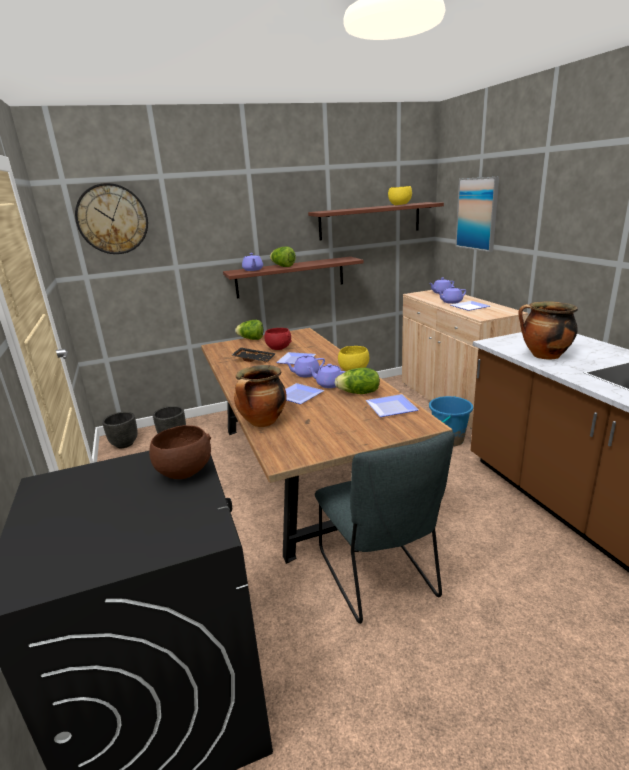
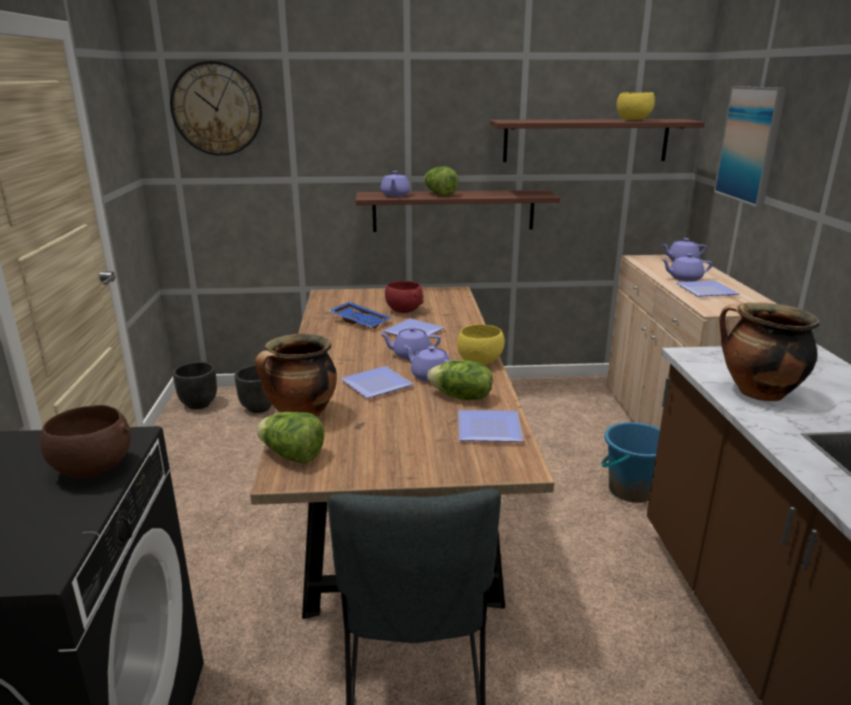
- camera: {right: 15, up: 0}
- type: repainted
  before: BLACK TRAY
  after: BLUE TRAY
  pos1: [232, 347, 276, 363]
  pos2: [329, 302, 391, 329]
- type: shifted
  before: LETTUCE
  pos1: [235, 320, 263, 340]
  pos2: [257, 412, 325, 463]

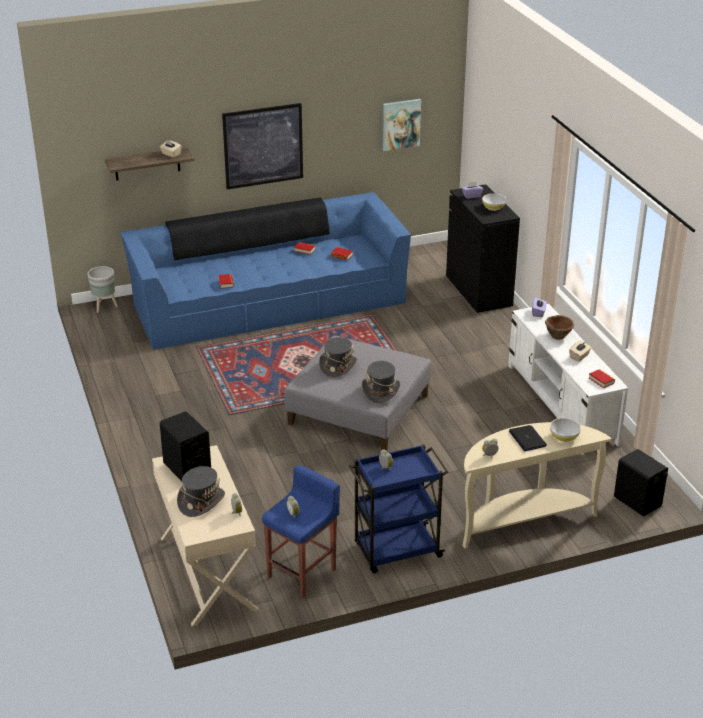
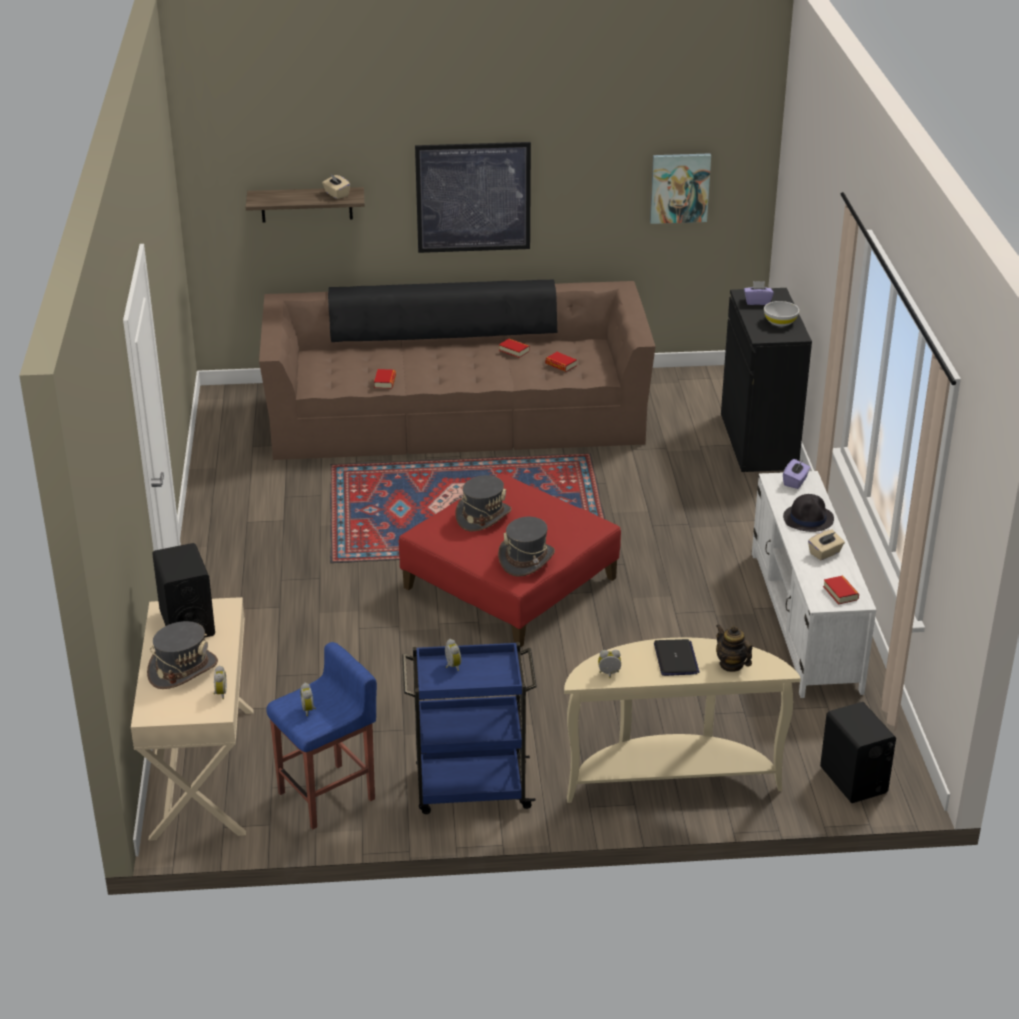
- camera: {right: 15, up: 0}
- type: gone
  before: GREY PLANTER
  pos1: [87, 266, 118, 313]
- type: repainted
  before: BLUE SOFA
  after: BROWN SOFA
  pos1: [120, 192, 411, 350]
  pos2: [259, 280, 656, 460]
- type: repainted
  before: GREY OTTOMAN
  after: RED OTTOMAN
  pos1: [284, 336, 431, 451]
  pos2: [399, 474, 621, 648]
- type: swapped
  before: BROWN BOWL
  after: BLACK HAT
  pos1: [545, 315, 574, 340]
  pos2: [783, 494, 834, 532]
- type: swapped
  before: WHITE BOWL
  after: TEAPOT
  pos1: [550, 418, 581, 442]
  pos2: [716, 624, 752, 672]

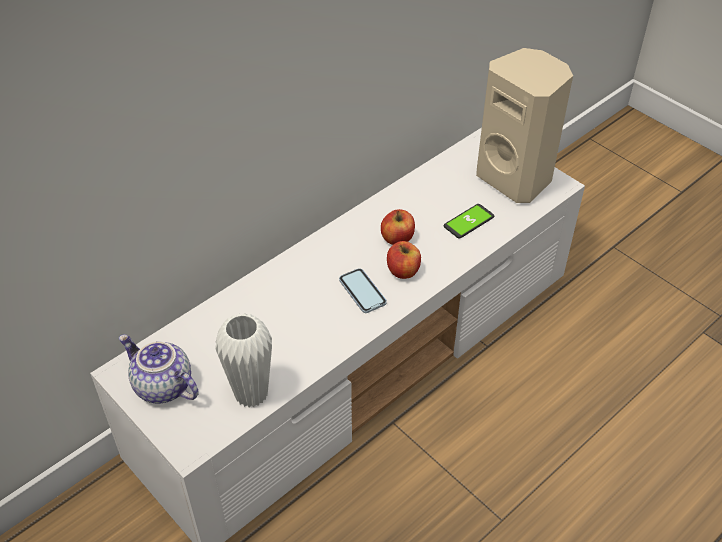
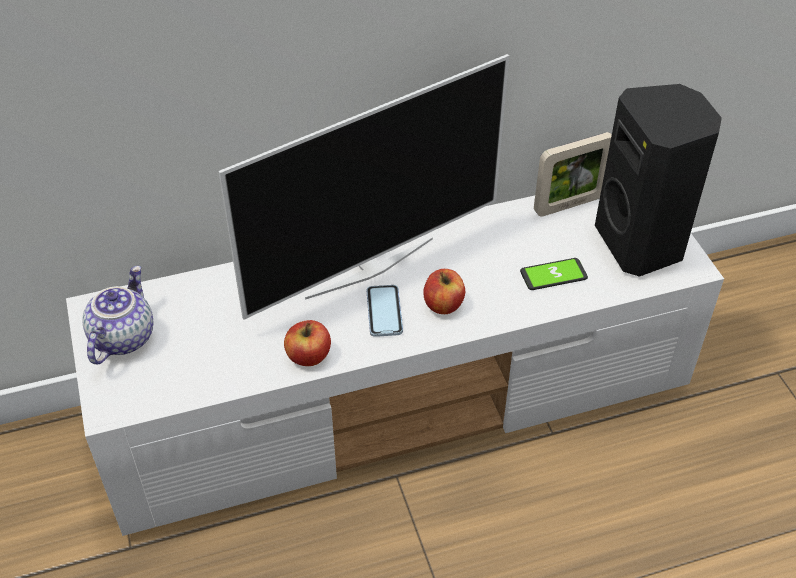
- camera: {right: 25, up: 0}
- type: rotated
  before: TEAPOT
  pos1: [119, 334, 199, 404]
  pos2: [82, 266, 153, 364]
  turn: 45
- type: gone
  before: WHITE VASE
  pos1: [215, 313, 272, 407]
- type: shifted
  before: APPLE
  pos1: [381, 209, 415, 245]
  pos2: [284, 320, 331, 366]
- type: repainted
  before: BEIGE SPEAKER
  after: BLACK SPEAKER
  pos1: [476, 48, 573, 203]
  pos2: [595, 84, 722, 277]
- type: new
  after: TELEVISION
  pos2: [218, 54, 509, 320]
- type: new
  after: PICTURE FRAME
  pos2: [534, 132, 612, 217]

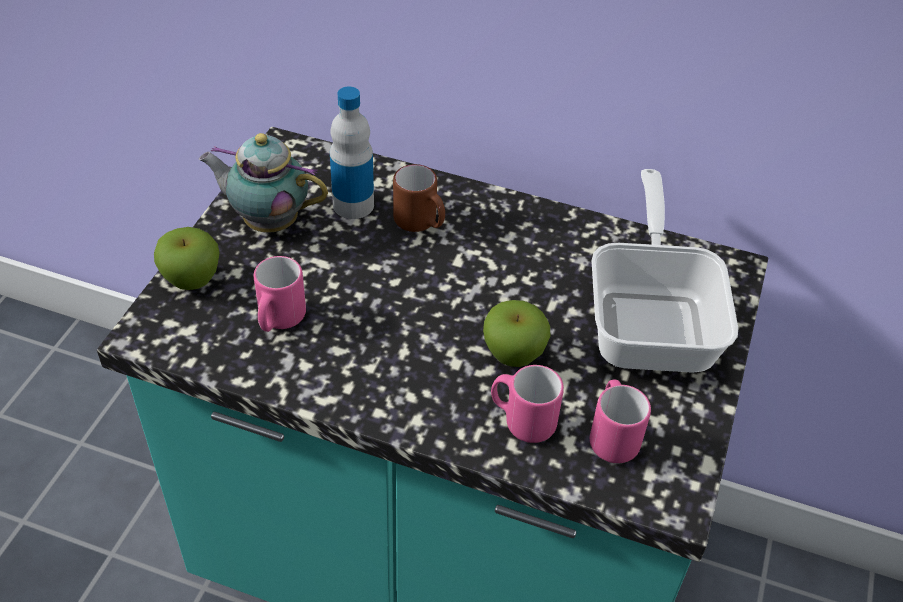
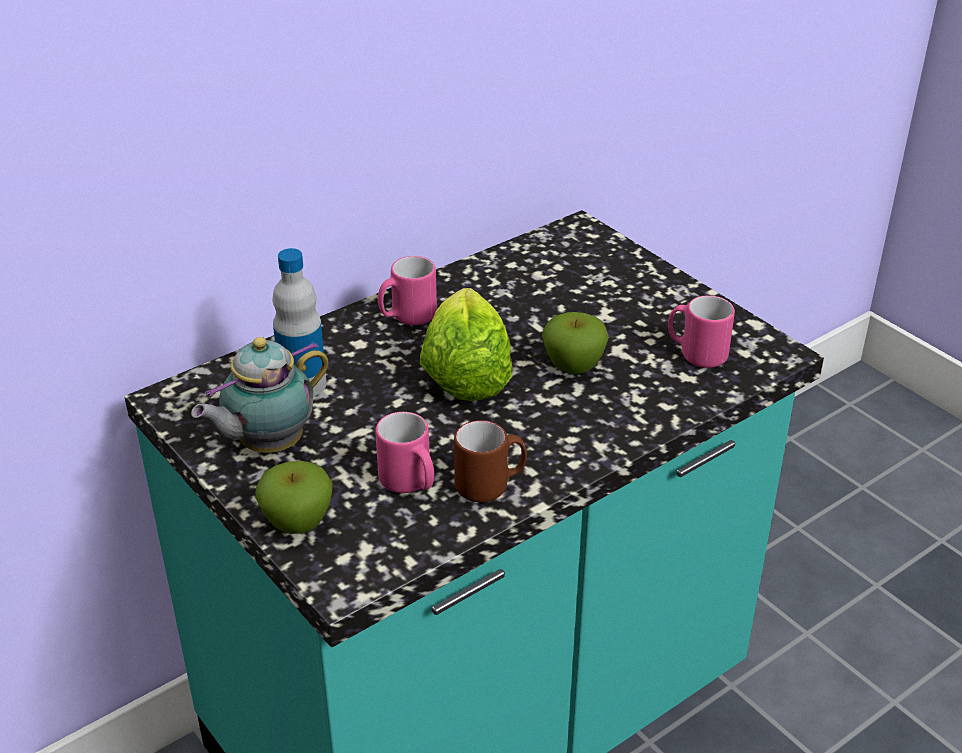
- camera: {right: -55, up: -10}
- type: shifted
  before: BROWN MUG
  pos1: [393, 164, 445, 232]
  pos2: [454, 420, 527, 502]
- type: shifted
  before: PINK MUG
  pos1: [491, 365, 564, 443]
  pos2: [378, 256, 437, 325]
- type: gone
  before: FRYING PAN
  pos1: [592, 169, 738, 373]
- type: new
  after: LETTUCE
  pos2: [420, 288, 513, 401]

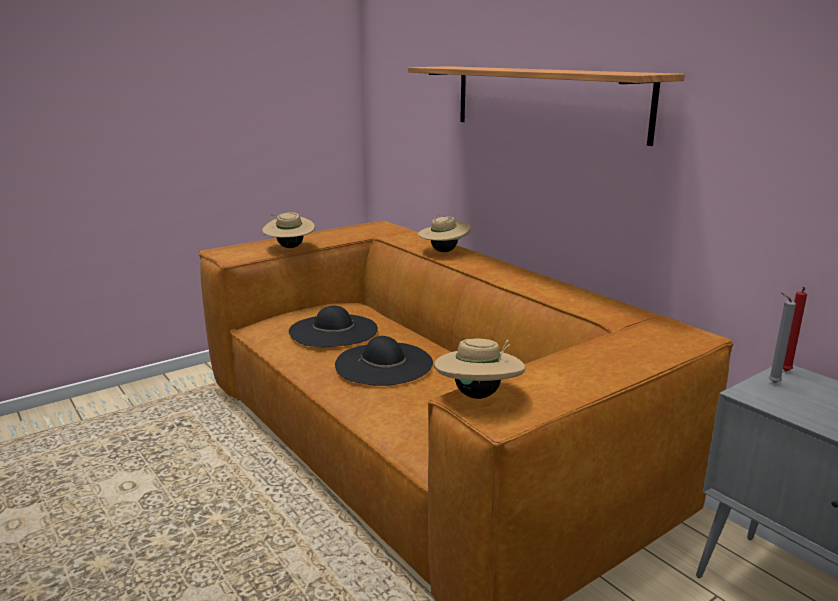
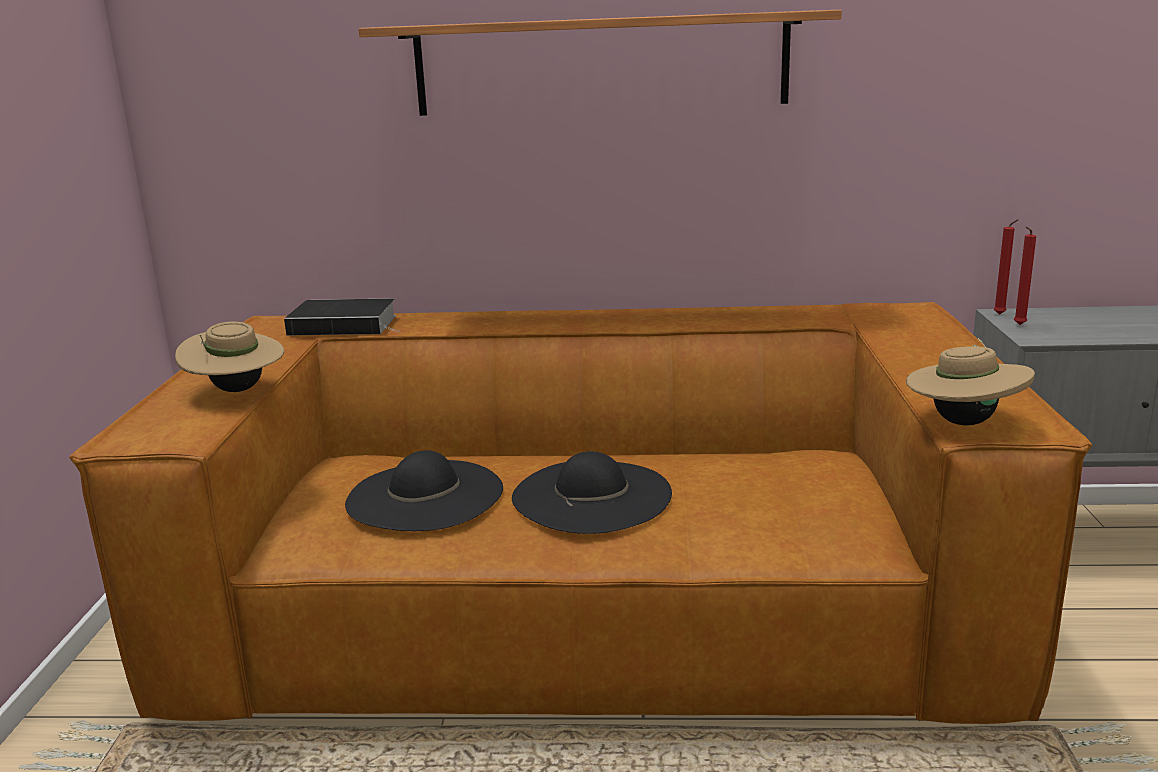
- camera: {right: -50, up: 0}
- type: gone
  before: BEIGE HAT
  pos1: [418, 214, 471, 252]
- type: repainted
  before: GREY CANDLE
  after: RED CANDLE
  pos1: [769, 292, 796, 383]
  pos2: [1014, 227, 1036, 325]
- type: new
  after: BOOK
  pos2: [284, 298, 399, 336]

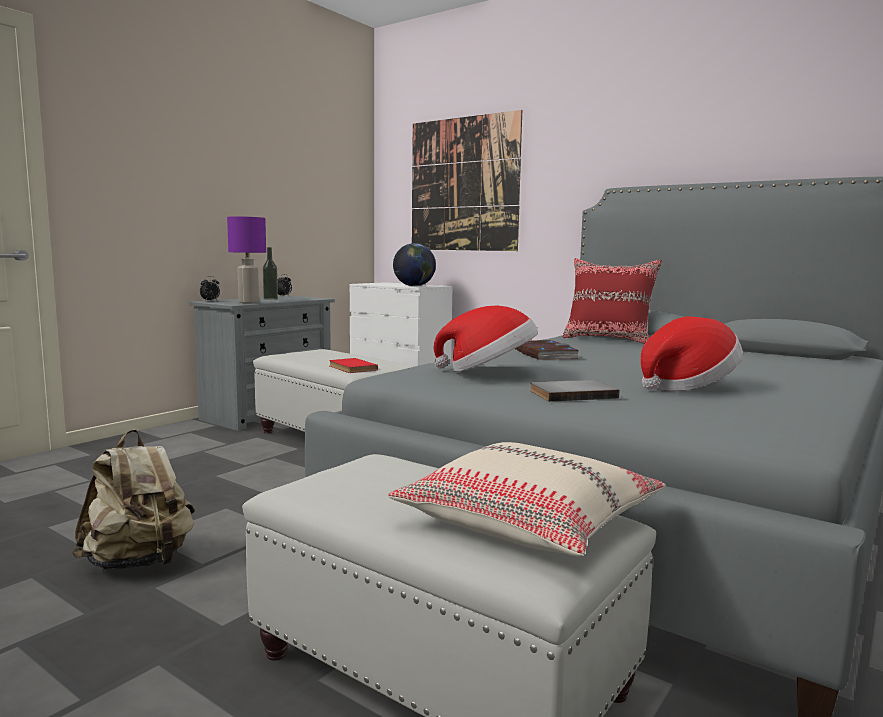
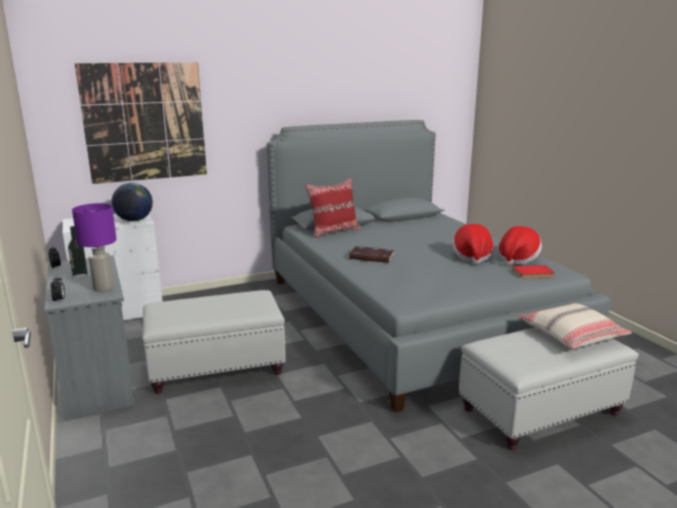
- camera: {right: -60, up: 10}
- type: gone
  before: BEIGE BACKPACK
  pos1: [72, 429, 195, 570]
- type: shifted
  before: RED BOOK
  pos1: [329, 358, 378, 373]
  pos2: [512, 265, 555, 278]
- type: shifted
  before: HAT
  pos1: [434, 306, 538, 372]
  pos2: [498, 226, 542, 266]
- type: gone
  before: GREY BOOK
  pos1: [530, 380, 619, 402]

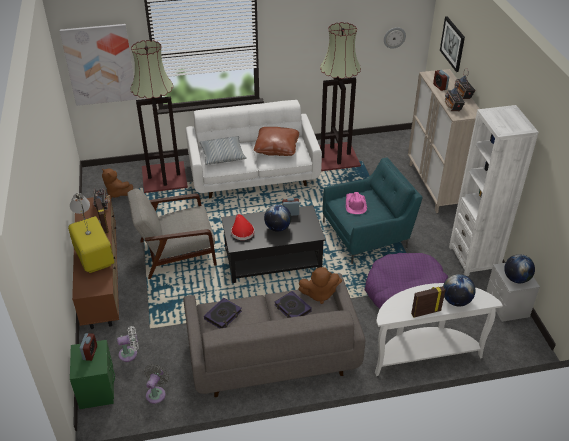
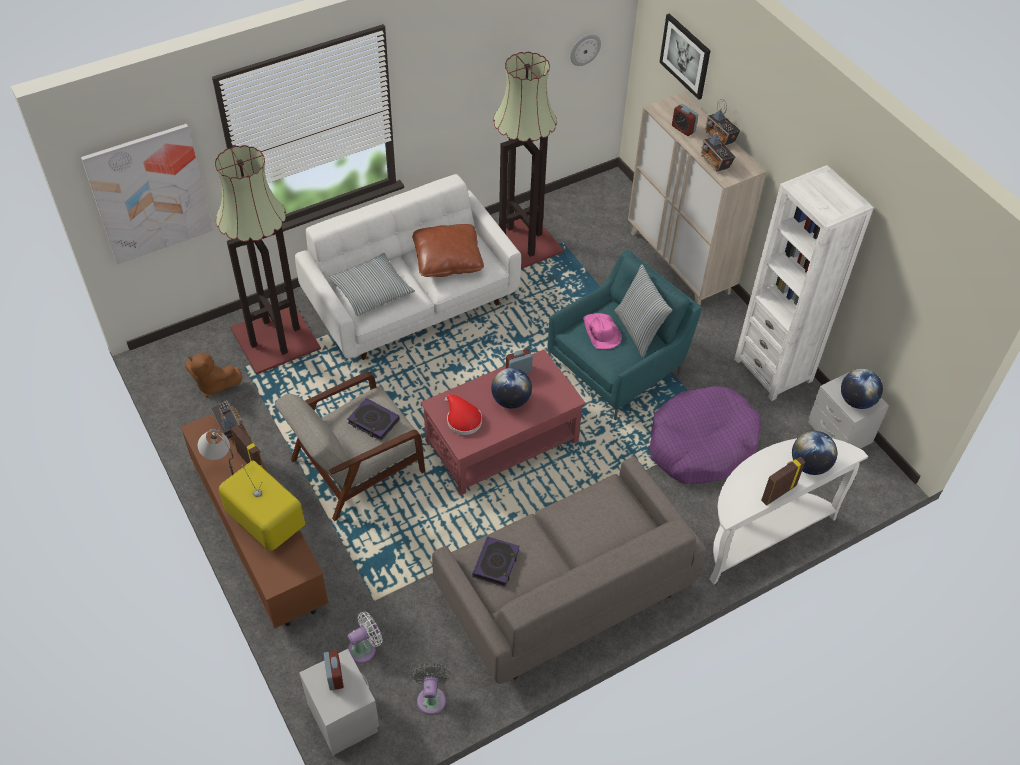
- camera: {right: -20, up: 10}
- type: repainted
  before: GREEN NIGHTSTAND
  after: GREY NIGHTSTAND
  pos1: [70, 340, 115, 409]
  pos2: [299, 649, 379, 755]
- type: repainted
  before: BLACK COFFEE TABLE
  after: RED COFFEE TABLE
  pos1: [221, 205, 325, 283]
  pos2: [420, 349, 586, 495]
- type: shifted
  before: BOOK
  pos1: [274, 291, 312, 318]
  pos2: [348, 398, 400, 441]
- type: gone
  before: BROWN PLUSH TOY
  pos1: [298, 267, 342, 304]
- type: new
  after: PILLOW
  pos2: [615, 264, 672, 358]

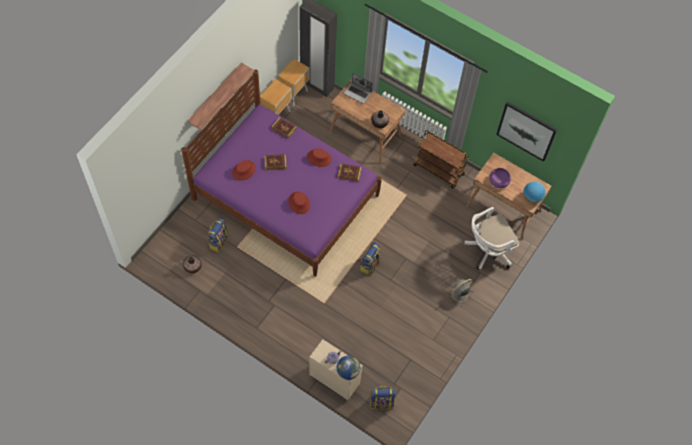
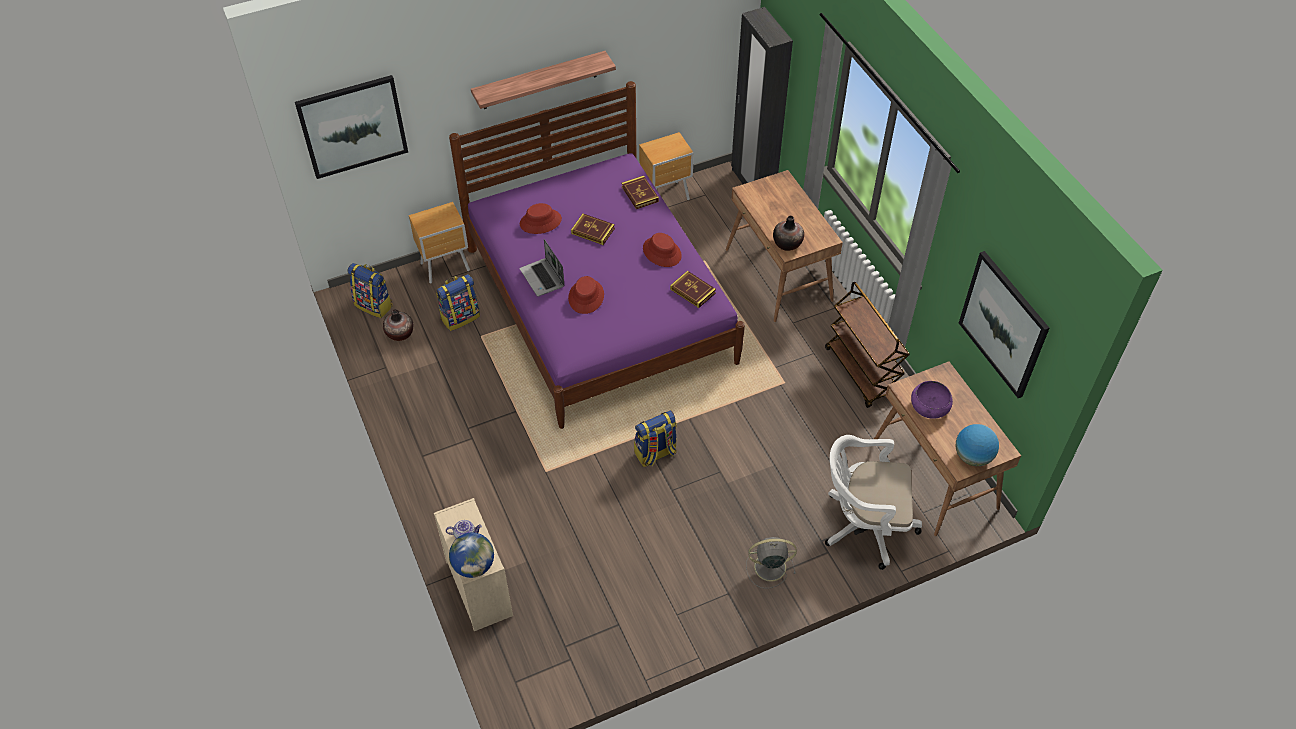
- camera: {right: 35, up: -10}
- type: shifted
  before: BROWN NIGHTSTAND
  pos1: [278, 58, 310, 107]
  pos2: [409, 202, 470, 283]
- type: shifted
  before: LAPTOP
  pos1: [344, 73, 373, 104]
  pos2: [520, 239, 564, 296]
- type: shifted
  before: BACKPACK
  pos1: [369, 386, 396, 410]
  pos2: [347, 263, 393, 318]
- type: new
  after: PICTURE
  pos2: [295, 75, 408, 179]

